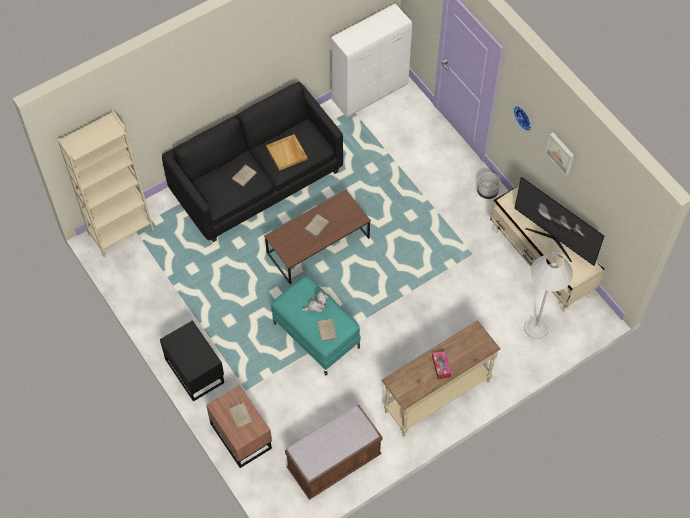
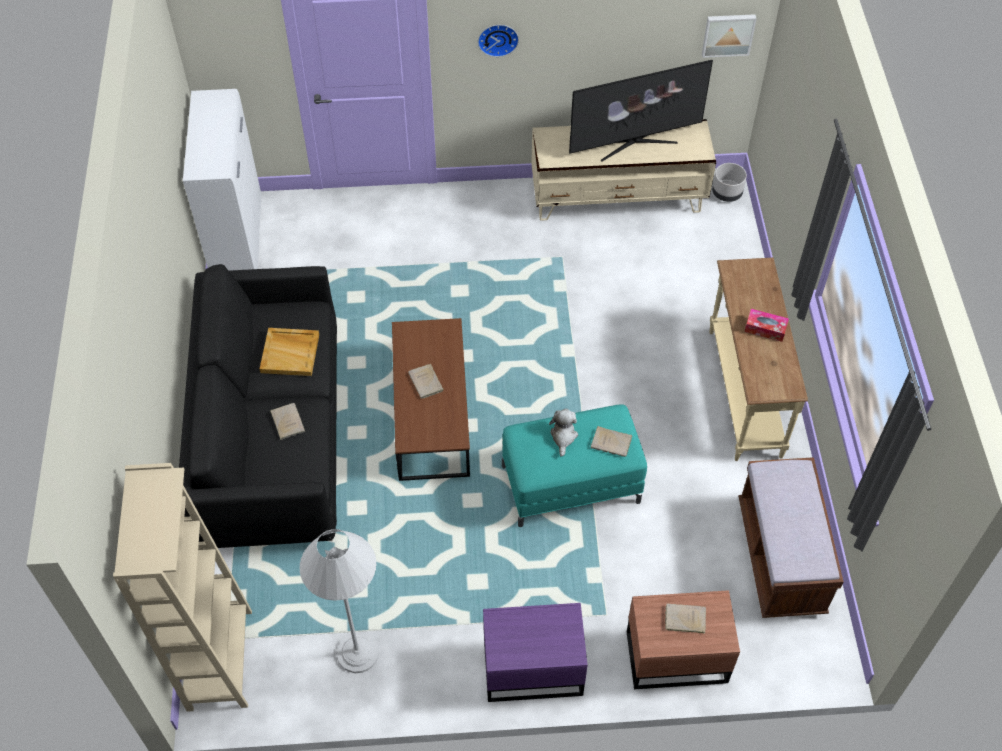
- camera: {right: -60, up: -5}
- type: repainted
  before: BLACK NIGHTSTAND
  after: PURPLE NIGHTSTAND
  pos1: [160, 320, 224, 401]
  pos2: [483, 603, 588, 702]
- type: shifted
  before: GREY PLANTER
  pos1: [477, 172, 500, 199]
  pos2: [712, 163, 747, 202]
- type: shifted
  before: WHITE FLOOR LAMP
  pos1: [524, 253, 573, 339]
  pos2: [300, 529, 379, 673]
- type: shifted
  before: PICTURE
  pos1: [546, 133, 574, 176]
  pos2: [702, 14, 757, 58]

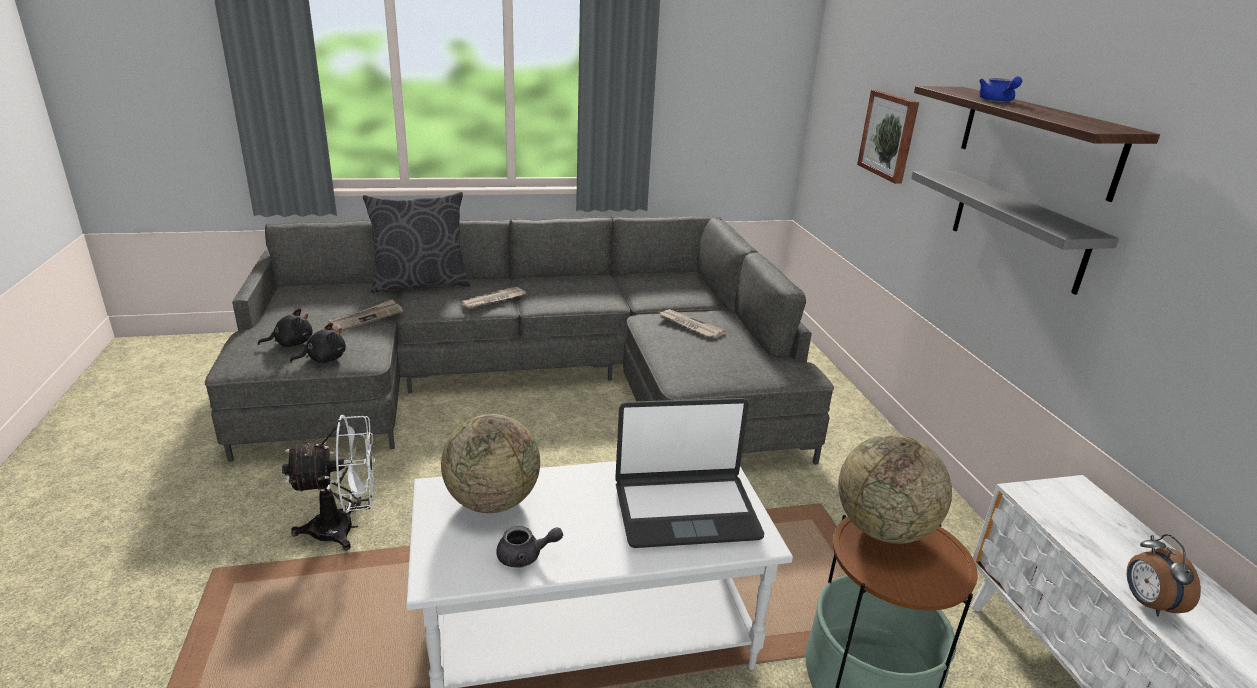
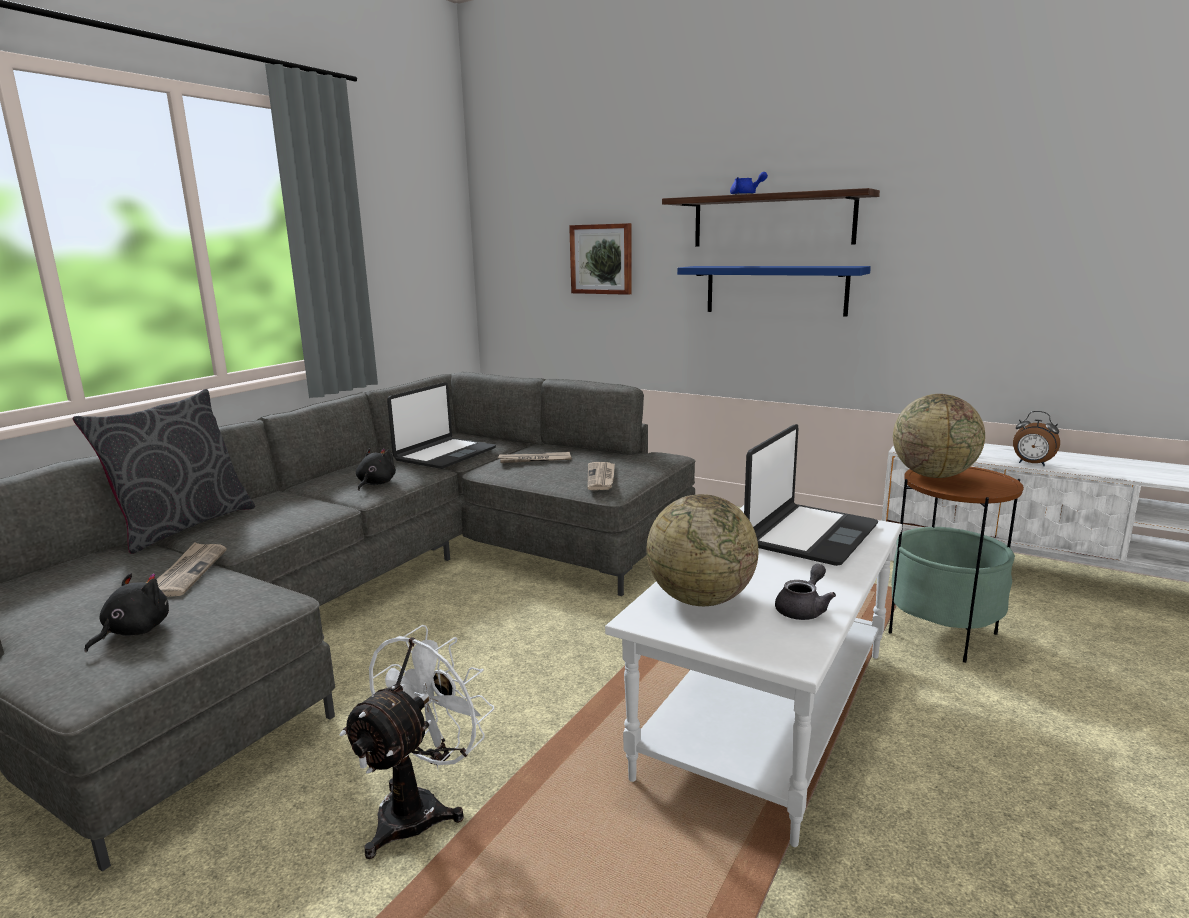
- camera: {right: -45, up: -10}
- type: shifted
  before: BLACK PLUSH TOY
  pos1: [290, 323, 346, 363]
  pos2: [356, 448, 396, 491]
- type: shifted
  before: NEWSPAPER
  pos1: [461, 286, 526, 310]
  pos2: [587, 462, 615, 490]
- type: repainted
  before: GREY SHELF
  after: BLUE SHELF
  pos1: [911, 171, 1119, 295]
  pos2: [677, 266, 871, 316]
- type: new
  after: LAPTOP
  pos2: [387, 382, 496, 469]

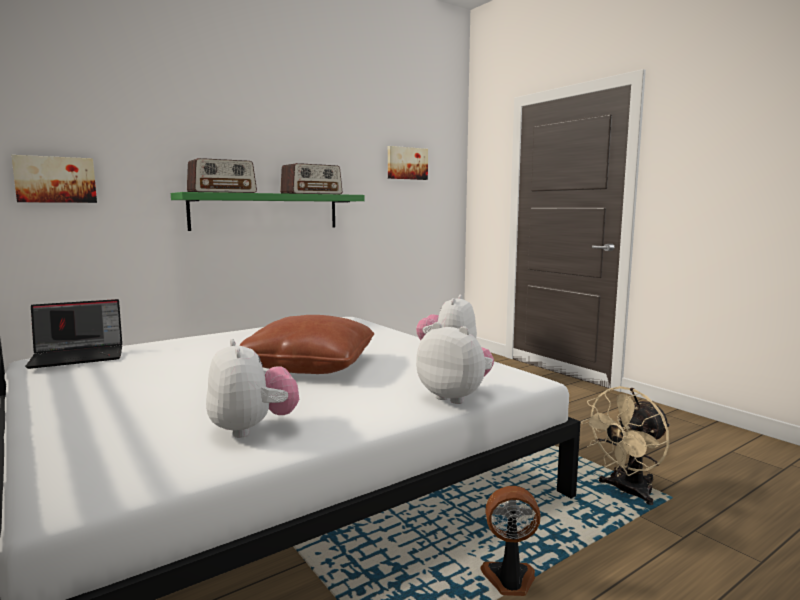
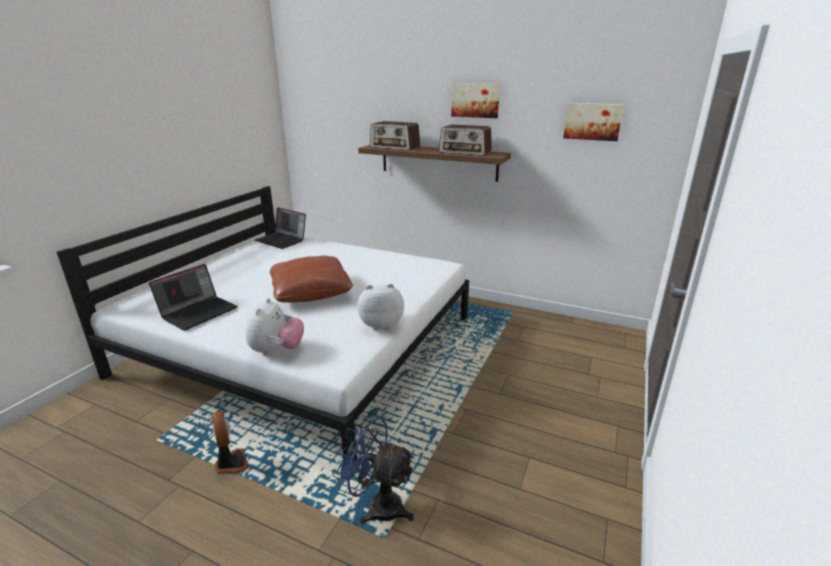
- camera: {right: 60, up: 15}
- type: shifted
  before: PICTURE
  pos1: [11, 155, 97, 203]
  pos2: [451, 83, 500, 118]
- type: repainted
  before: GREEN SHELF
  after: BROWN SHELF
  pos1: [171, 192, 365, 231]
  pos2: [358, 145, 511, 182]
- type: swapped
  before: PLUSH TOY
  after: LAPTOP
  pos1: [206, 339, 299, 438]
  pos2: [149, 264, 237, 331]
- type: repainted
  before: BEIGE FAN
  after: BLUE FAN
  pos1: [581, 386, 670, 505]
  pos2: [332, 415, 414, 524]

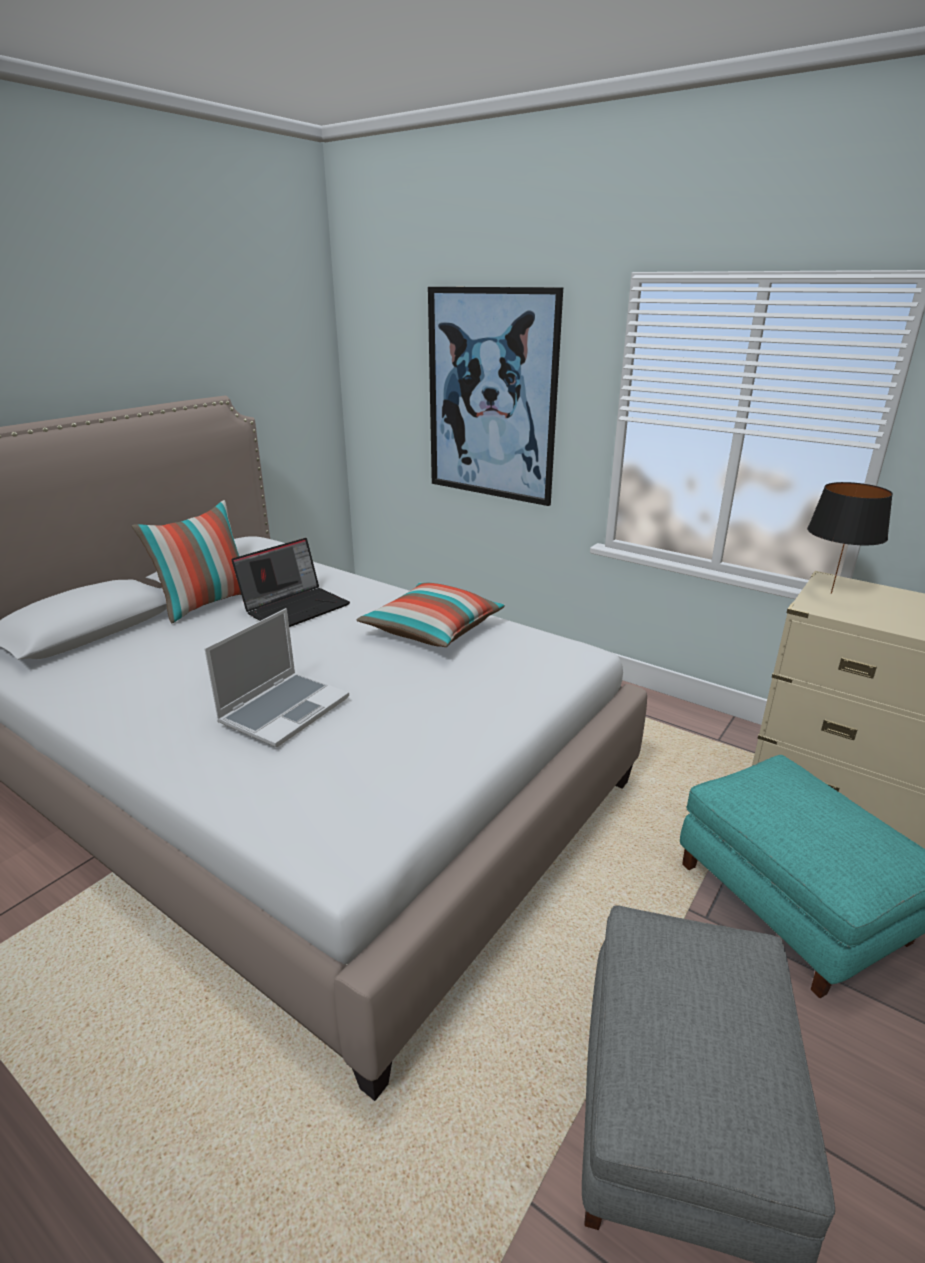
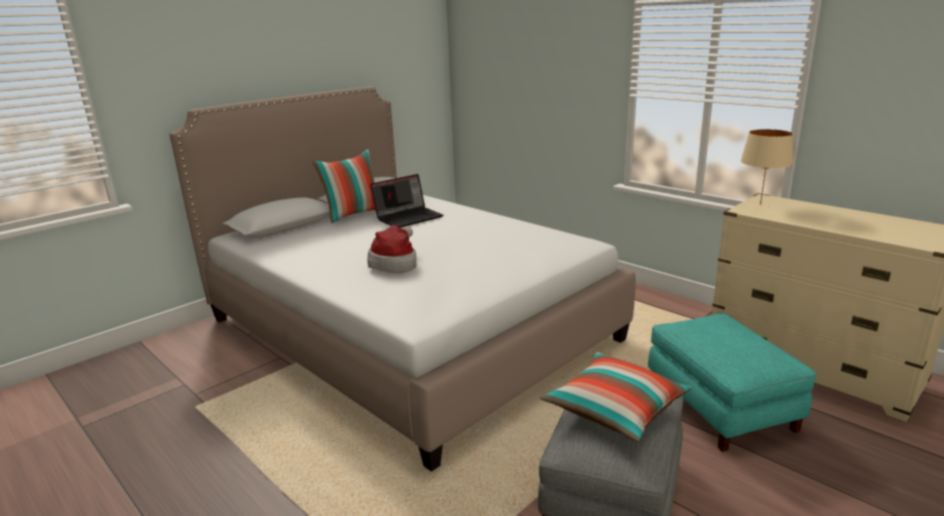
- camera: {right: 10, up: -5}
- type: swapped
  before: LAPTOP
  after: HAT
  pos1: [204, 608, 349, 747]
  pos2: [368, 225, 417, 273]
- type: shifted
  before: PILLOW
  pos1: [357, 582, 505, 647]
  pos2: [540, 352, 691, 442]
- type: gone
  before: PICTURE
  pos1: [428, 287, 563, 506]
- type: repainted
  before: BLACK TABLE LAMP
  after: BEIGE TABLE LAMP
  pos1: [807, 482, 893, 594]
  pos2: [740, 129, 794, 205]

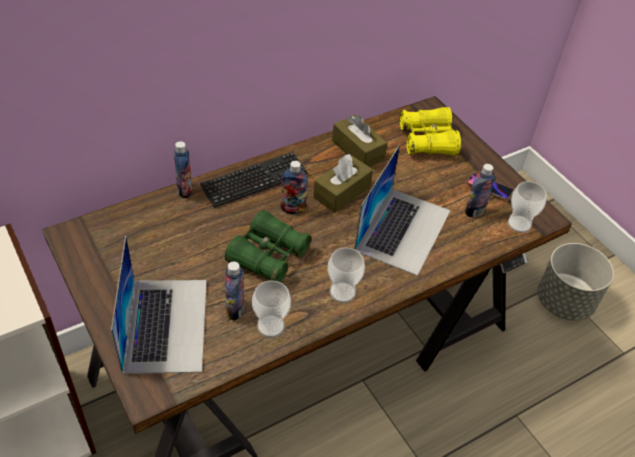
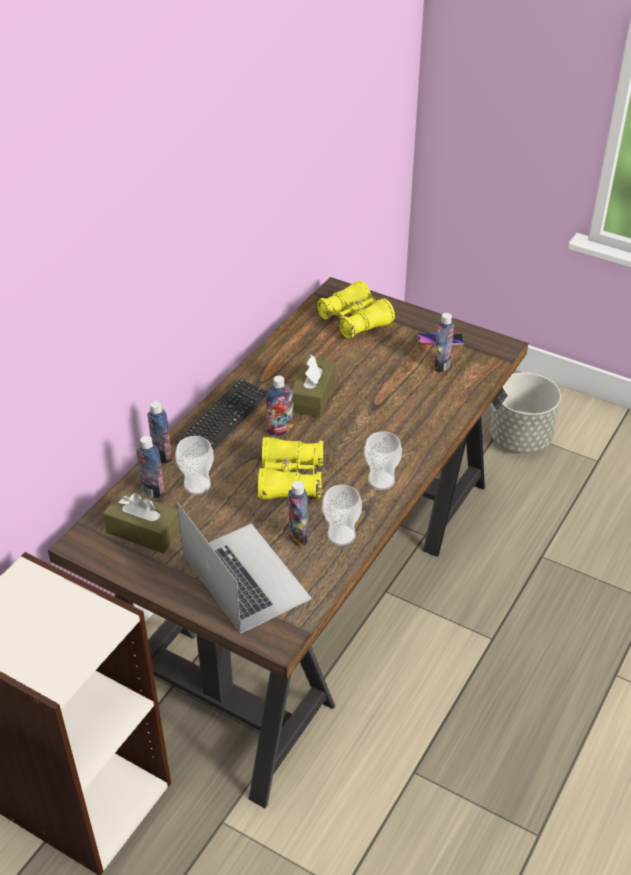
- camera: {right: -25, up: -5}
- type: repainted
  before: GREEN BINOCULARS
  after: YELLOW BINOCULARS
  pos1: [225, 210, 311, 282]
  pos2: [258, 437, 324, 500]
- type: shifted
  before: BROWN TISSUE BOX
  pos1: [332, 115, 387, 167]
  pos2: [103, 491, 180, 553]
- type: gone
  before: LAPTOP
  pos1: [354, 144, 451, 276]
- type: shifted
  before: CUP
  pos1: [508, 181, 547, 233]
  pos2: [175, 436, 214, 495]
- type: new
  after: BOTTLE
  pos2: [136, 436, 165, 498]

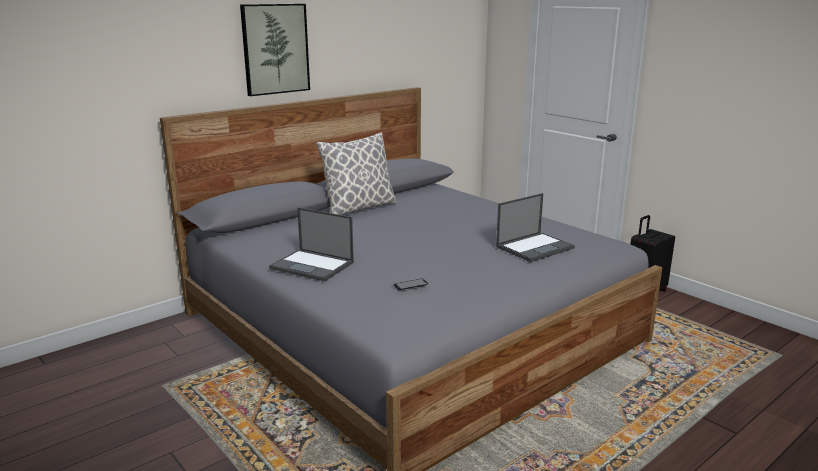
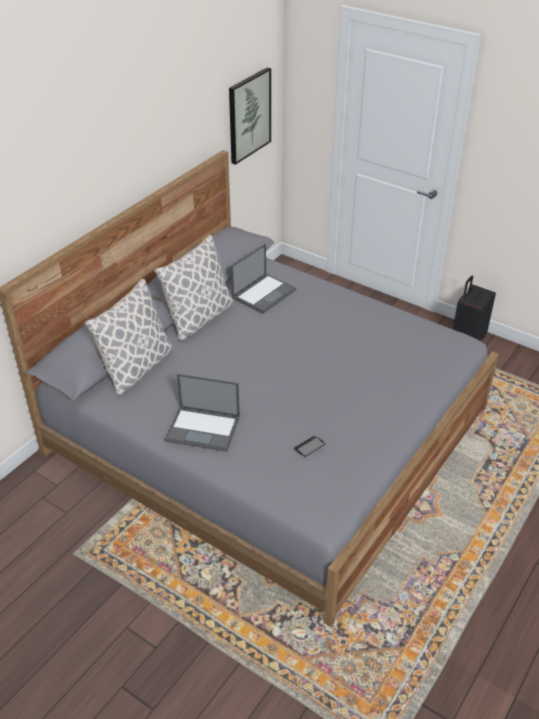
- camera: {right: -15, up: 20}
- type: shifted
  before: PICTURE
  pos1: [240, 4, 310, 96]
  pos2: [229, 67, 271, 165]
- type: shifted
  before: LAPTOP
  pos1: [496, 193, 575, 262]
  pos2: [231, 244, 296, 314]
- type: new
  after: PILLOW
  pos2: [84, 279, 173, 396]

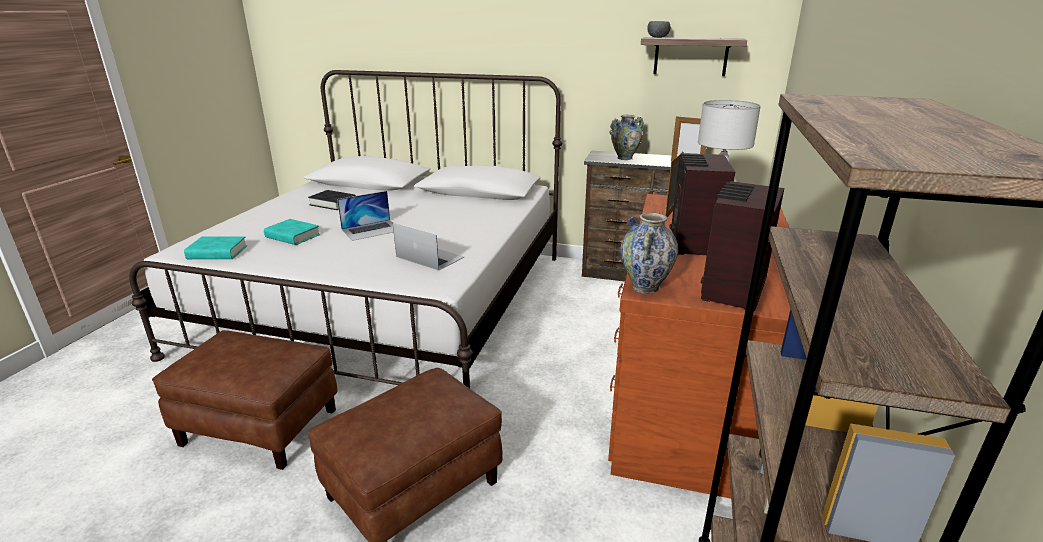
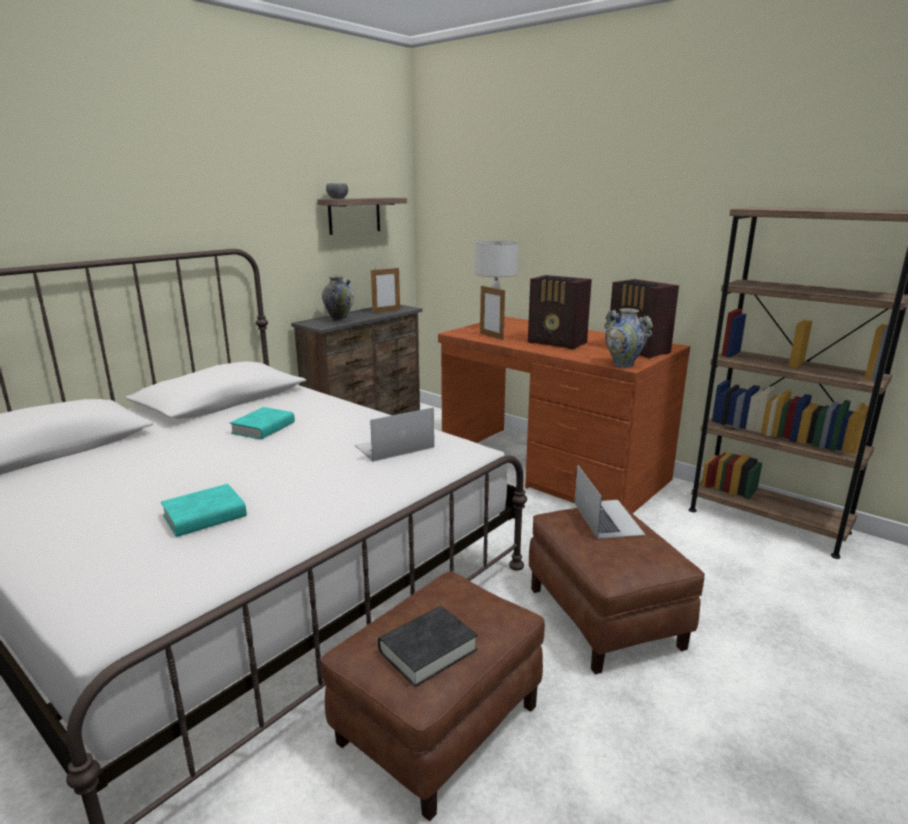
- camera: {right: -65, up: -5}
- type: shifted
  before: TURQUOISE BOOK
  pos1: [184, 236, 247, 259]
  pos2: [230, 407, 295, 440]
- type: shifted
  before: BLACK BOOK
  pos1: [308, 190, 356, 210]
  pos2: [378, 606, 478, 687]
- type: shifted
  before: LAPTOP
  pos1: [337, 191, 394, 241]
  pos2: [574, 464, 645, 539]

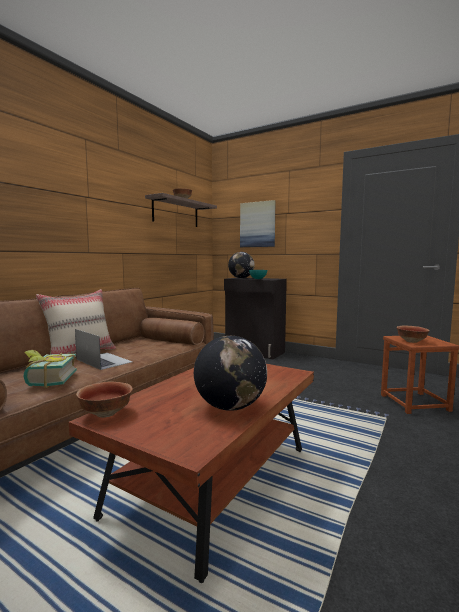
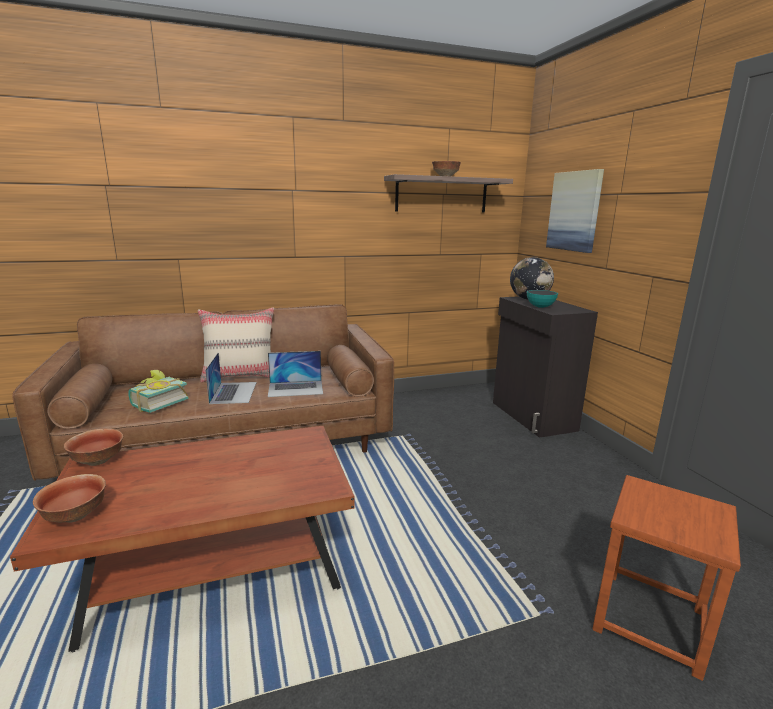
- camera: {right: 40, up: 10}
- type: gone
  before: GLOBE
  pos1: [194, 336, 267, 411]
- type: shifted
  before: BOWL
  pos1: [397, 325, 430, 343]
  pos2: [33, 474, 106, 523]
- type: new
  after: LAPTOP
  pos2: [268, 351, 323, 397]

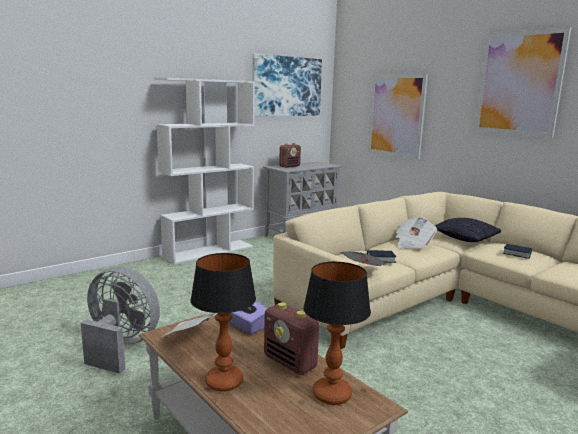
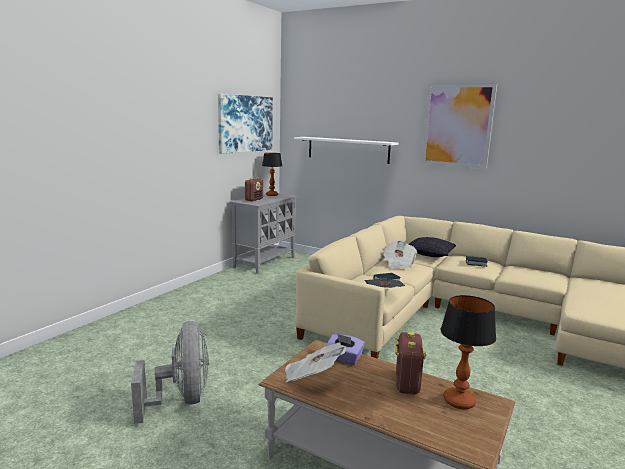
- camera: {right: -20, up: 0}
- type: rotated
  before: GREY FAN
  pos1: [81, 267, 160, 374]
  pos2: [131, 321, 209, 424]
  turn: 75
- type: gone
  before: WHITE BOOKCASE
  pos1: [155, 78, 255, 265]
- type: shifted
  before: TABLE LAMP
  pos1: [190, 253, 256, 391]
  pos2: [262, 153, 282, 196]
- type: rotated
  before: RADIO
  pos1: [264, 302, 320, 375]
  pos2: [395, 332, 426, 395]
  turn: -105
- type: swapped
  before: PICTURE
  after: WHITE SHELF
  pos1: [368, 74, 428, 159]
  pos2: [294, 137, 399, 164]

